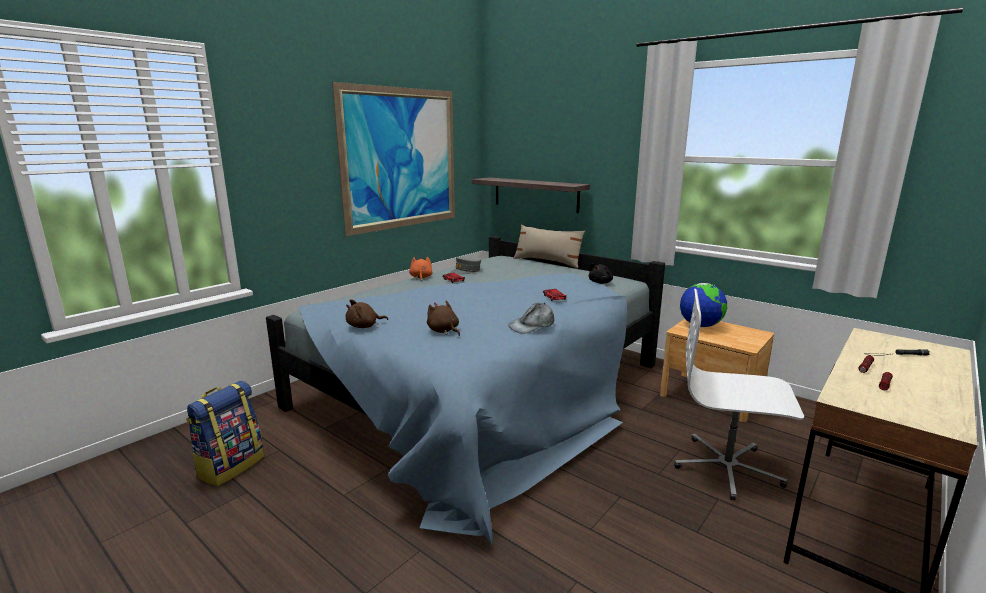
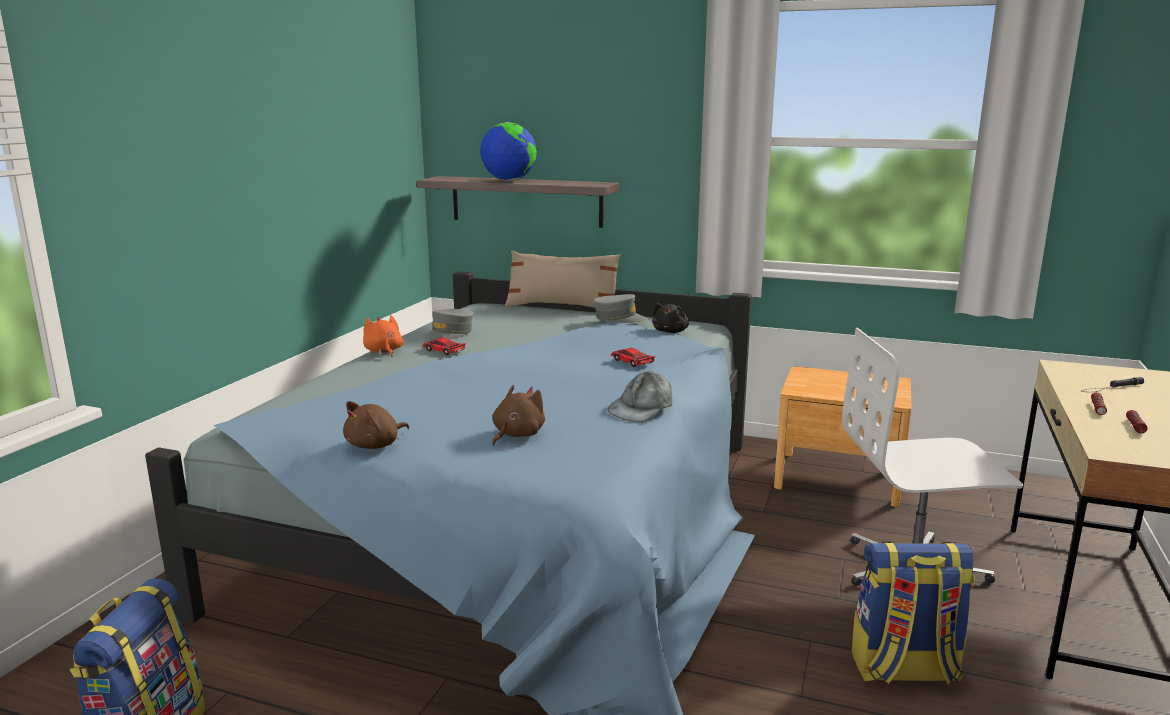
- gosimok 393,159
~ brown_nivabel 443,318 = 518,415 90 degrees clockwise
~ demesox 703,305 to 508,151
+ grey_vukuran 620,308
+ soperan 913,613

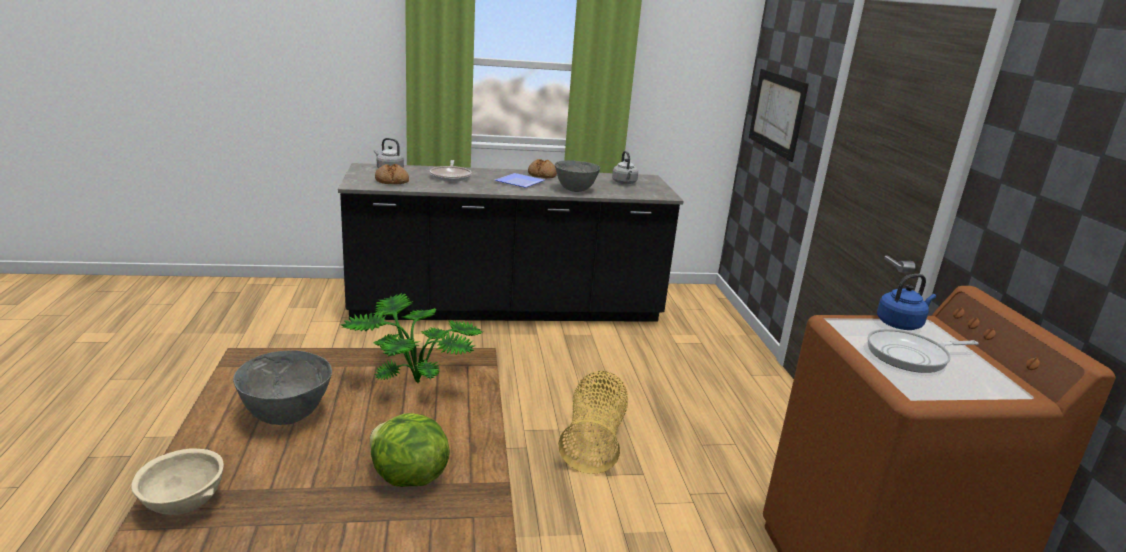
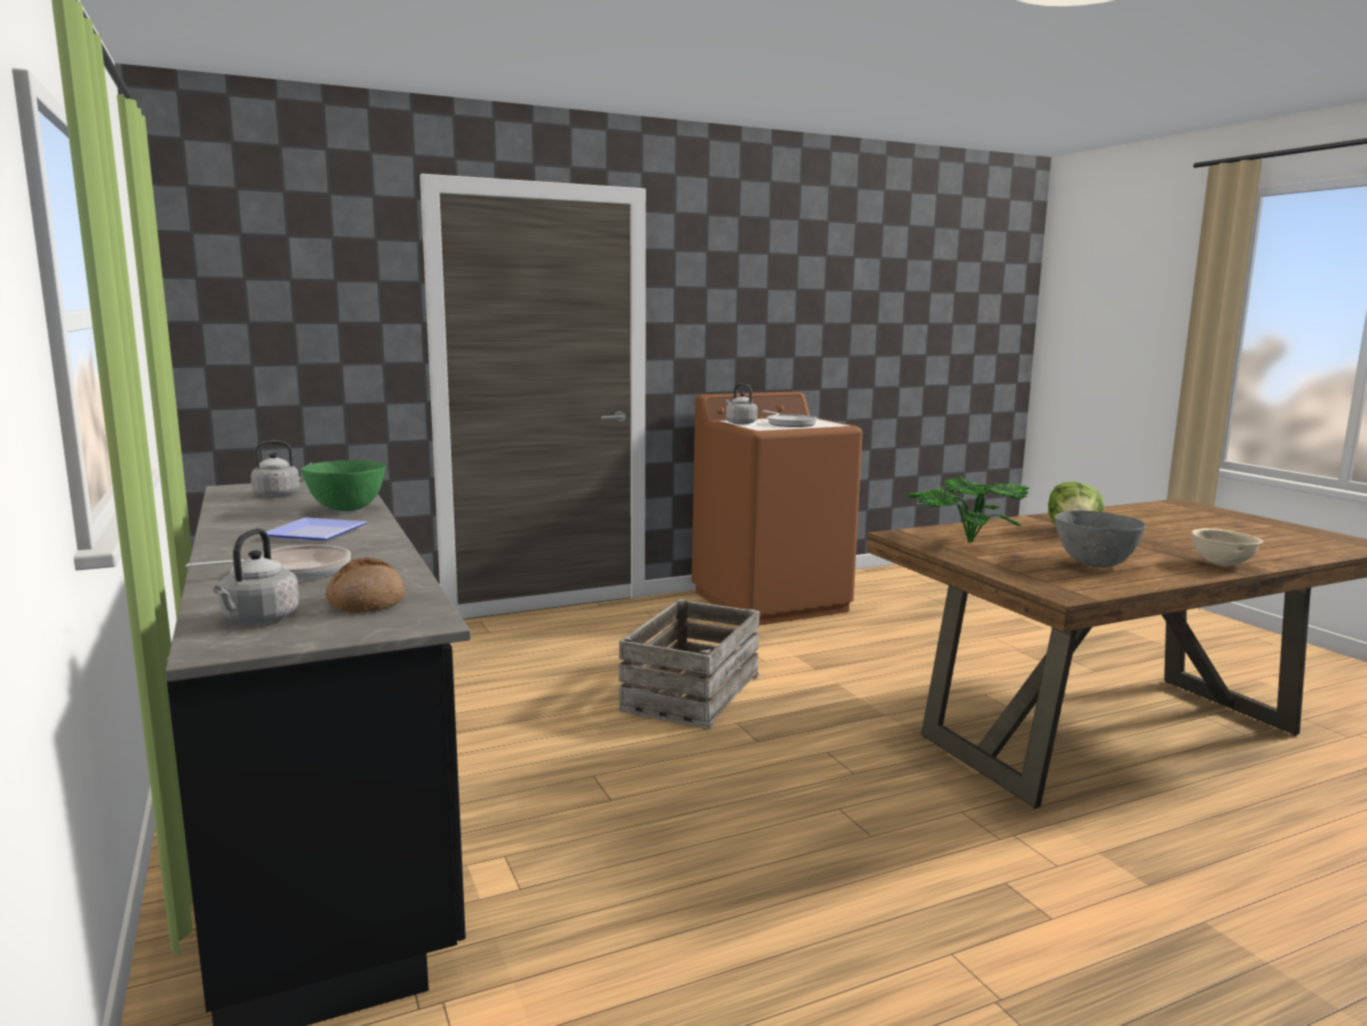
- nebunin 542,168
~ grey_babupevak 577,176 to green_babupevak 343,485
~ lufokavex 593,422 to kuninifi 689,664
- gosimok 779,115
~ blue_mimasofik 906,302 to grey_mimasofik 741,404

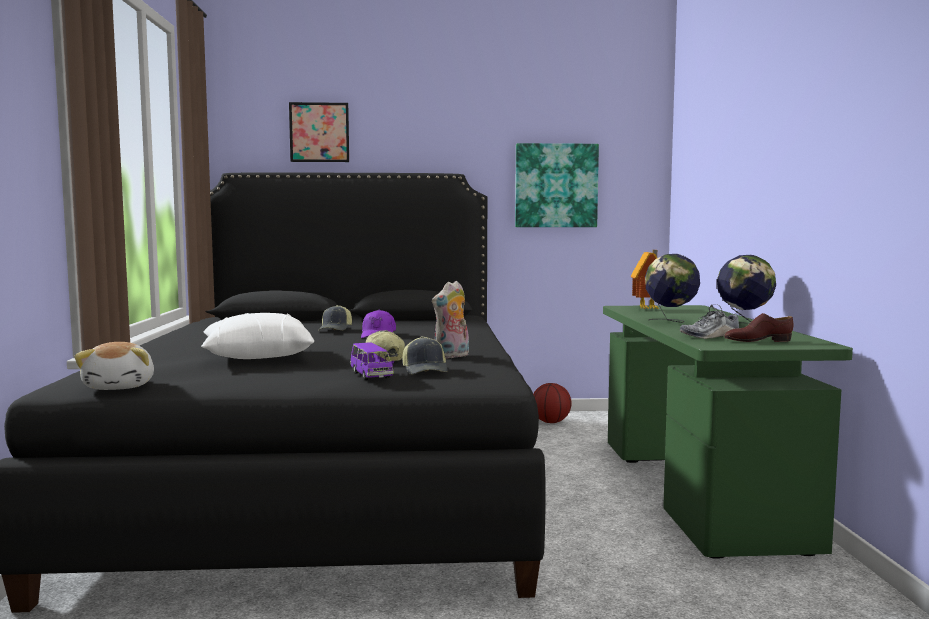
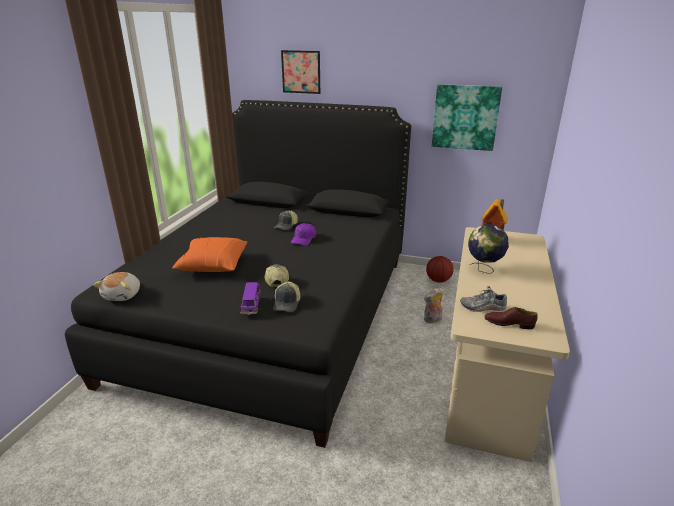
~ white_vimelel 257,336 to orange_vimelel 209,254
~ nivabel 450,320 to 433,305
~ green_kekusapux 728,432 to beige_kekusapux 507,344
- demesox 746,289

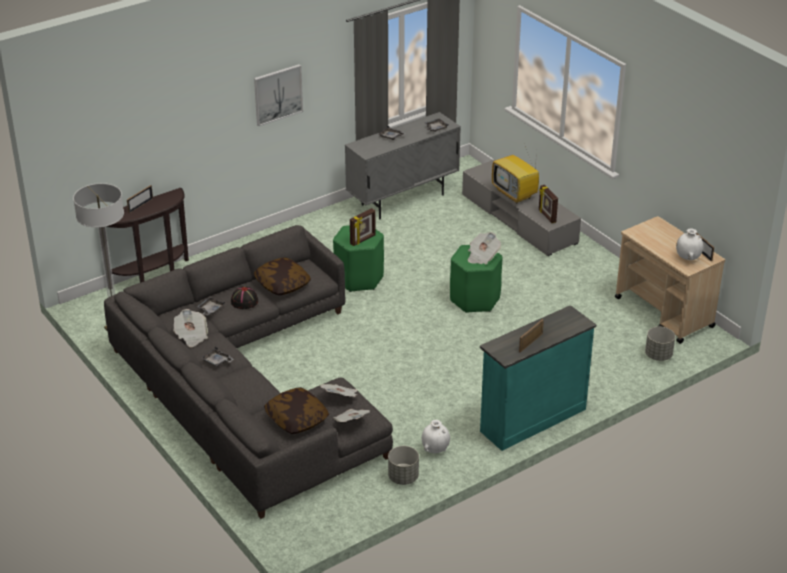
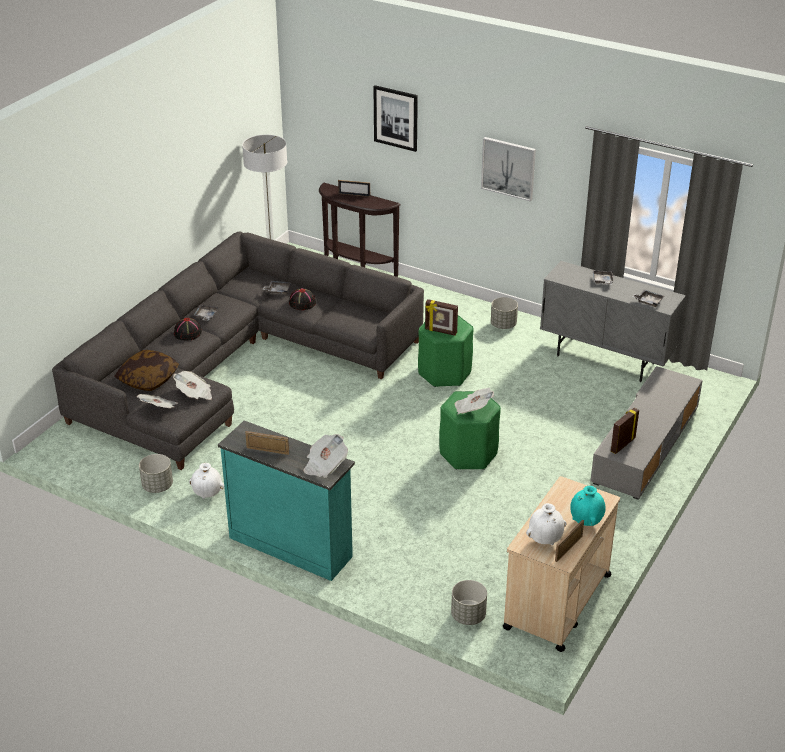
~ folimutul 190,328 to 325,456
- vimelel 282,276
- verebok 515,175
+ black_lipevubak 188,329
+ gosimok 395,118
+ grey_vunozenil 504,313
+ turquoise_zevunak 588,506

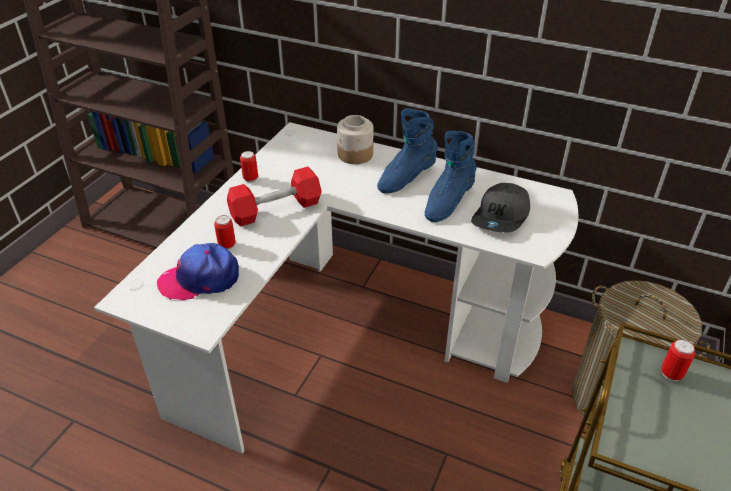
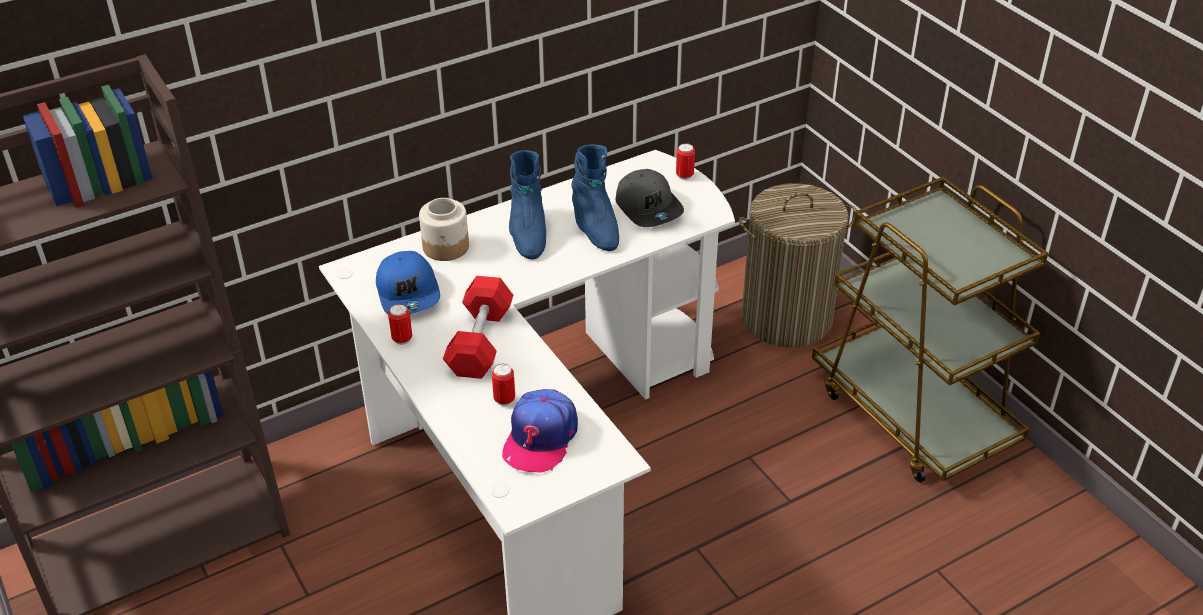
~ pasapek 678,360 to 685,161
+ blue_vukuran 408,282

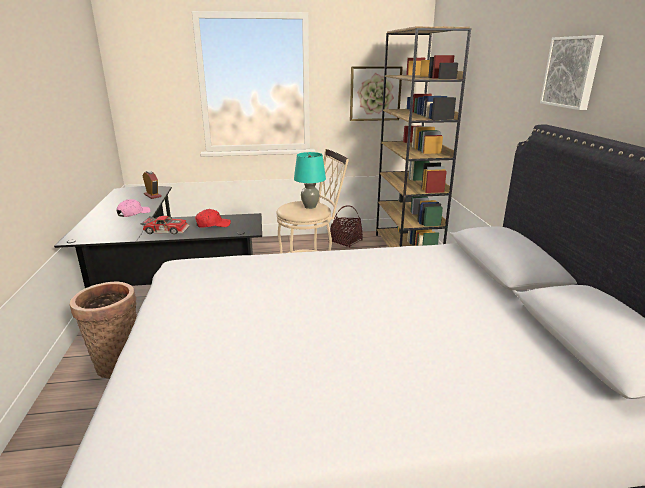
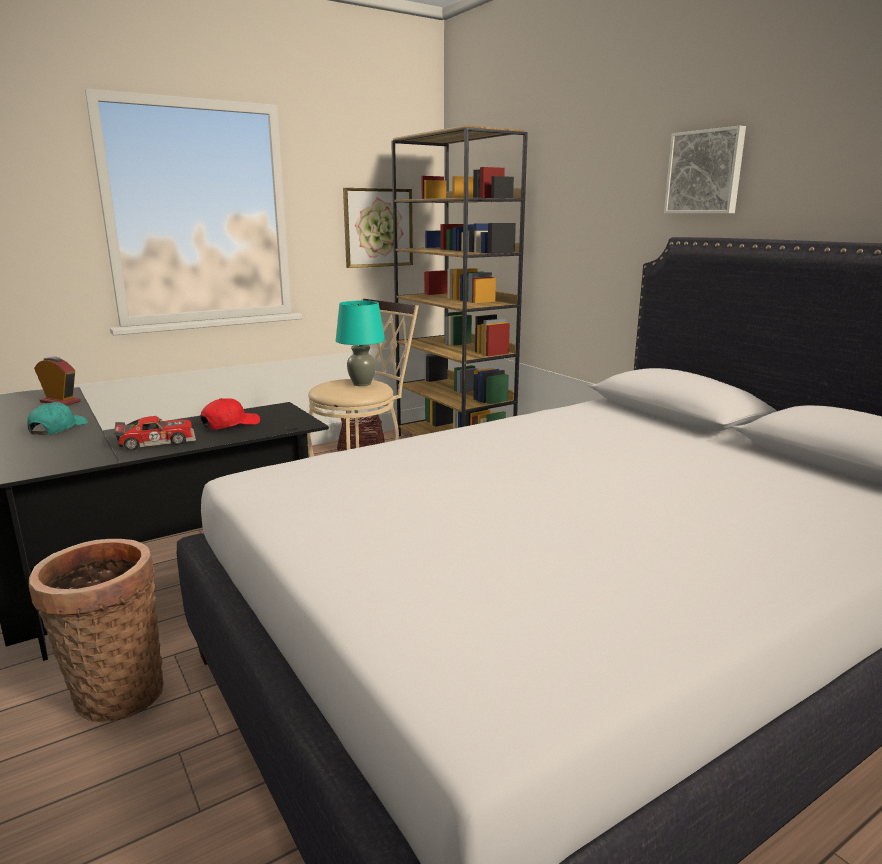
~ pink_vukuran 134,208 to turquoise_vukuran 57,418

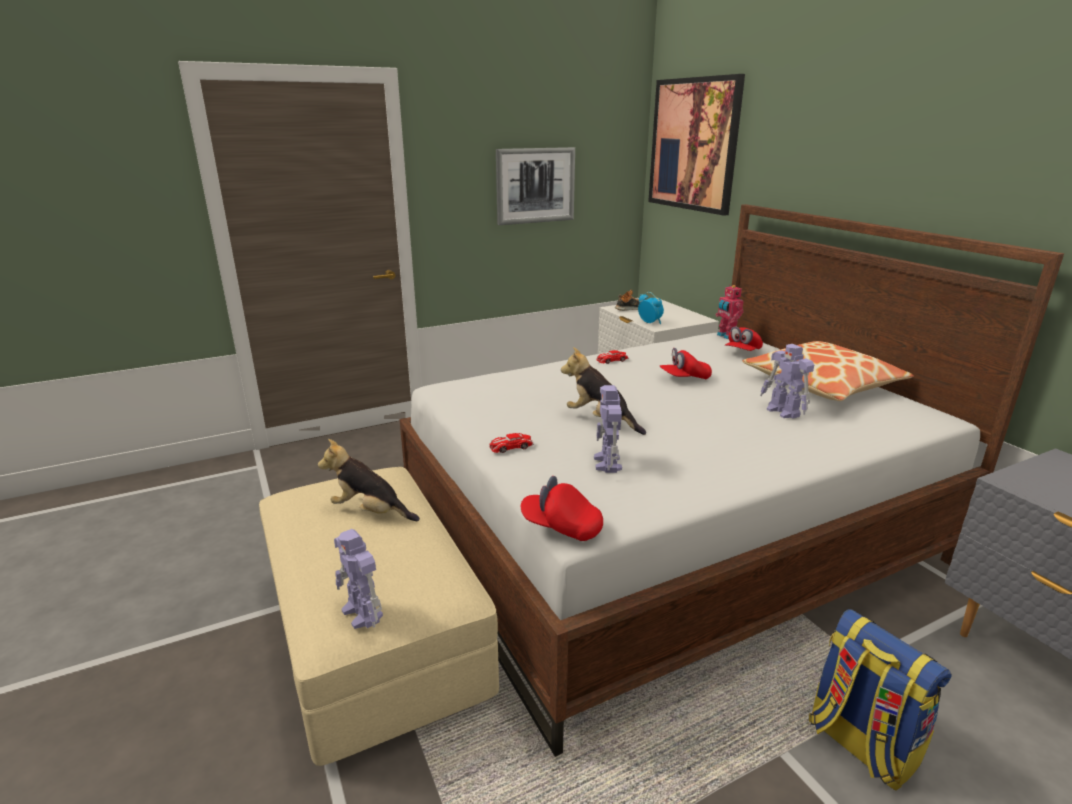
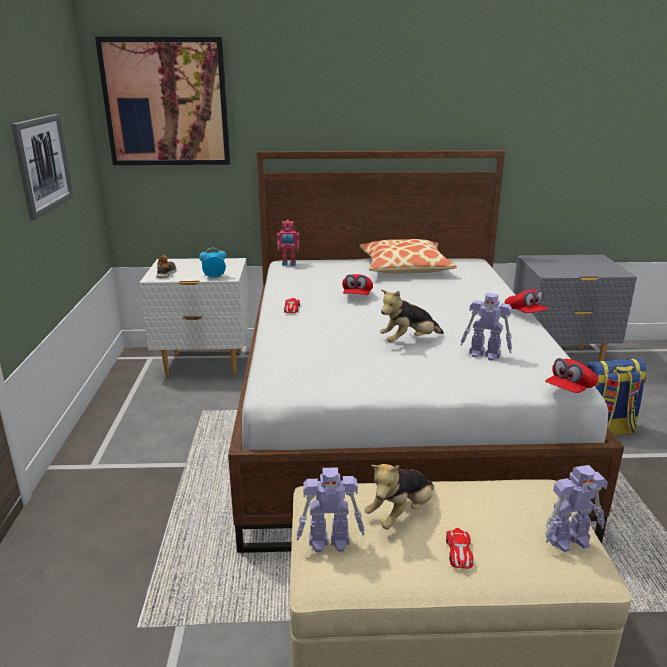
~ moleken 511,443 to 459,548
~ red_vukuran 744,338 to 527,301
~ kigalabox 787,381 to 331,509

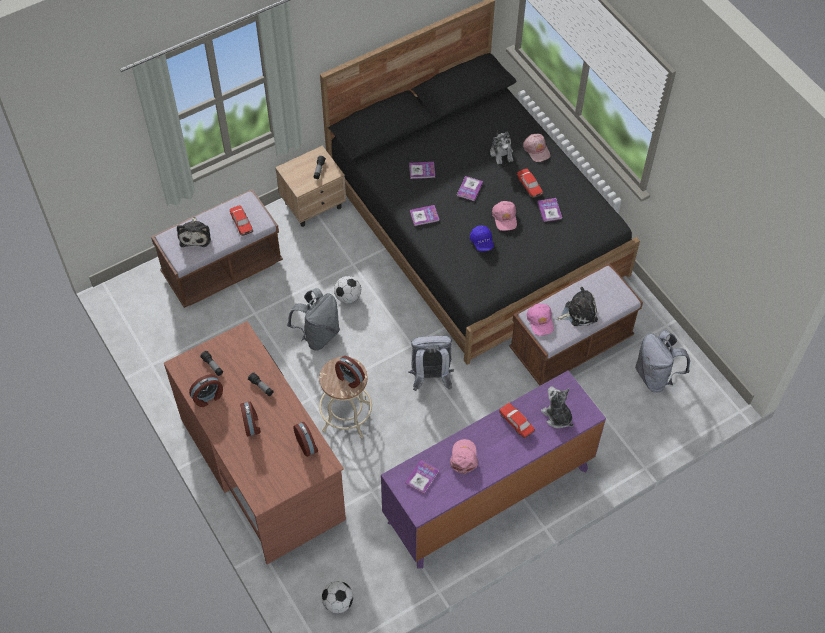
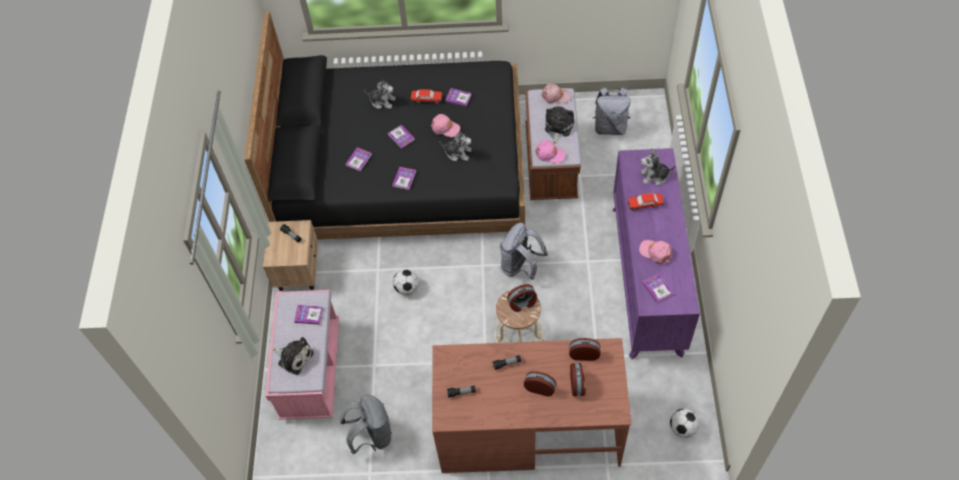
~ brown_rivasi 217,248 to pink_rivasi 302,355
~ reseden 206,390 to 578,379
~ moleken 241,220 to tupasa 308,315
~ grey_soperan 313,319 to 366,424
~ blue_vukuran 482,238 to nivabel 456,145
~ pink_vukuran 536,148 to 556,94

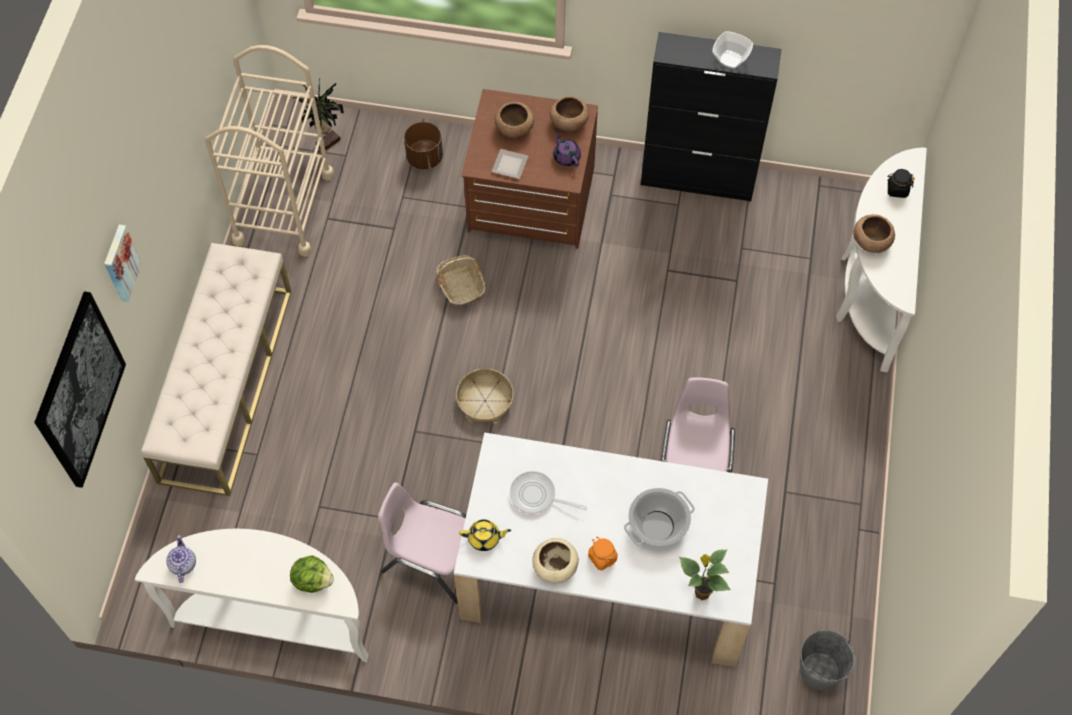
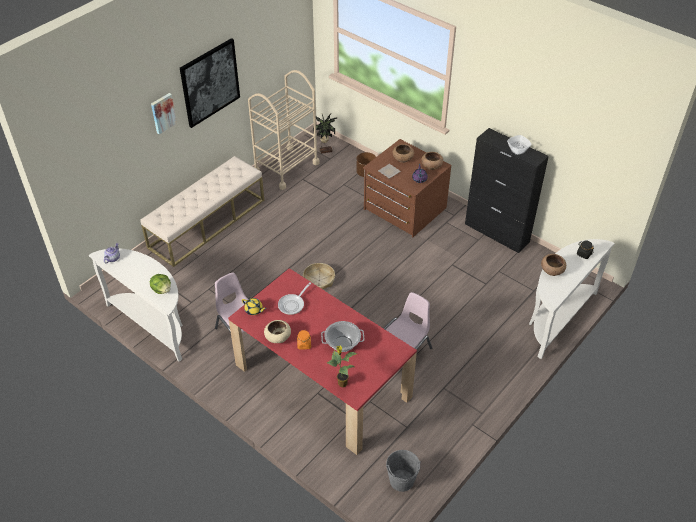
~ gosimok 80,389 to 210,83
- lufokavex 461,280
~ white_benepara 611,549 to red_benepara 322,361
~ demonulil 548,492 = 294,298 105 degrees counterclockwise

